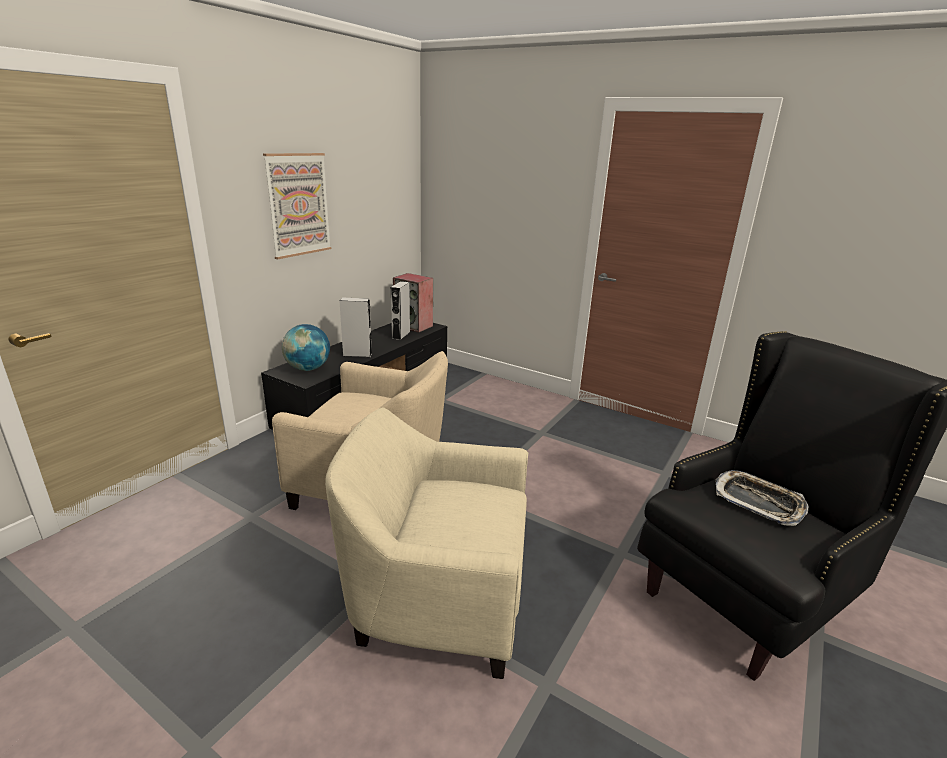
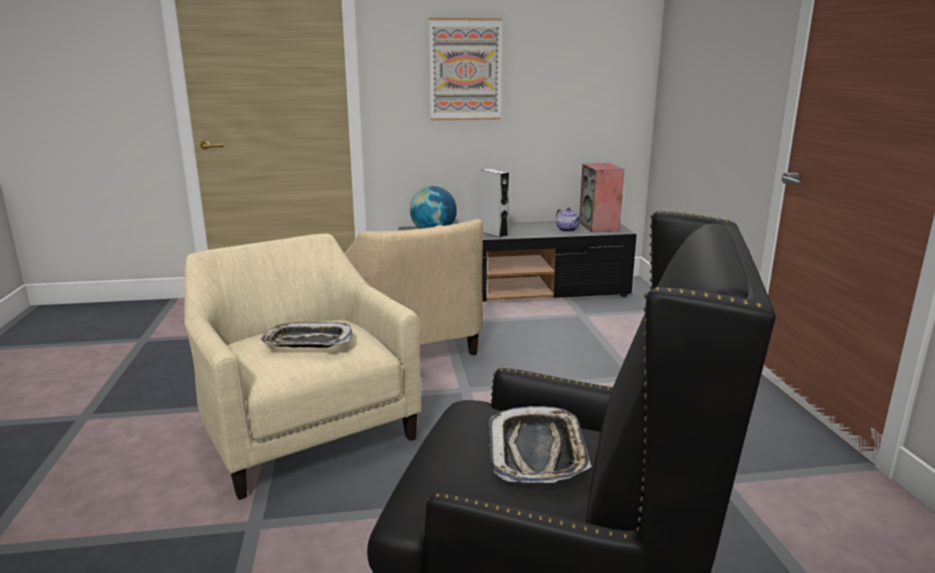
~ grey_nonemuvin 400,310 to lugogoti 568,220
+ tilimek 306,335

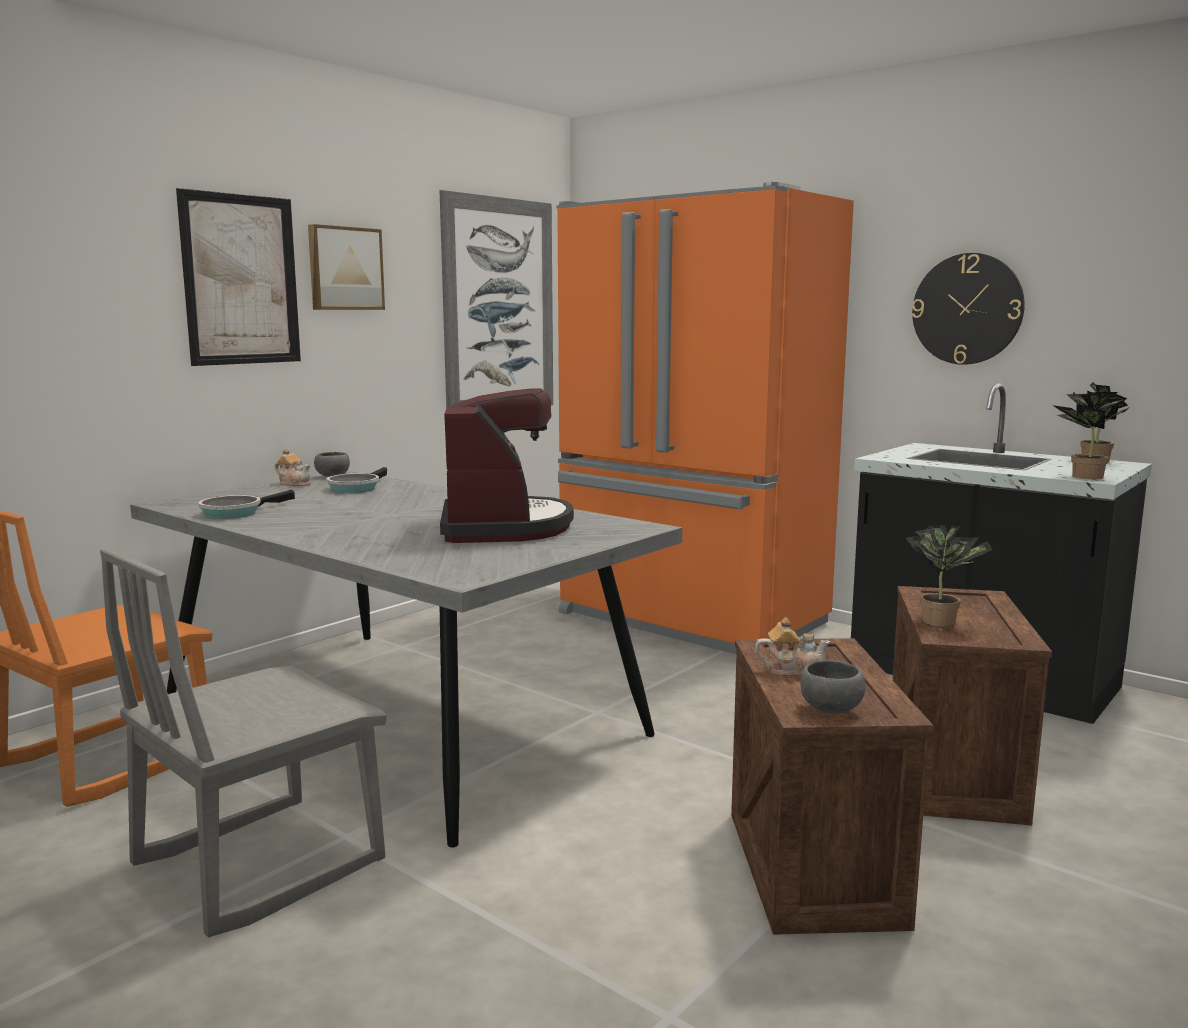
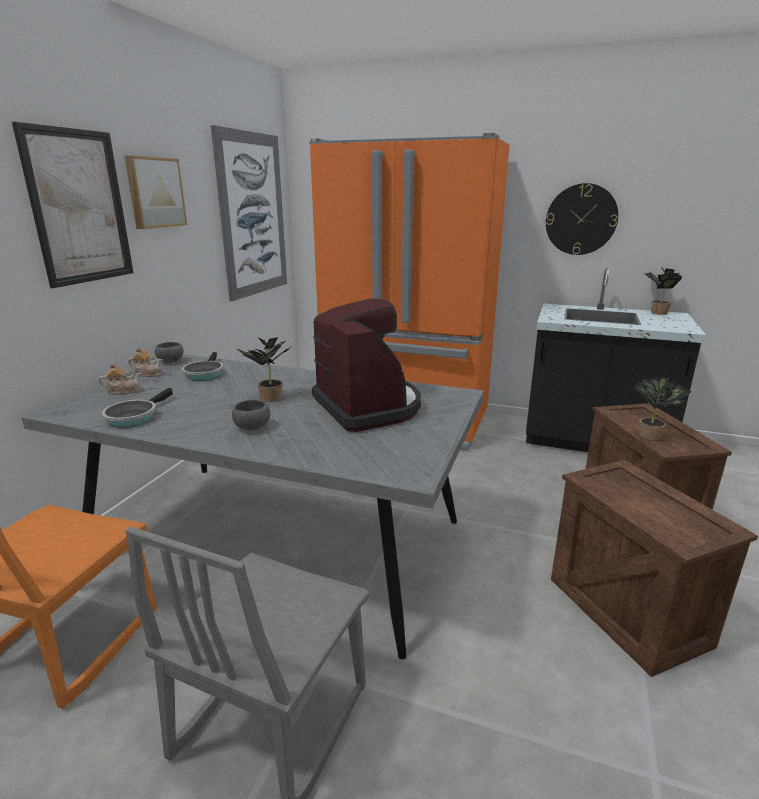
~ lugogoti 793,646 to 120,379
~ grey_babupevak 832,687 to 251,415
~ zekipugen 1090,435 to 265,369

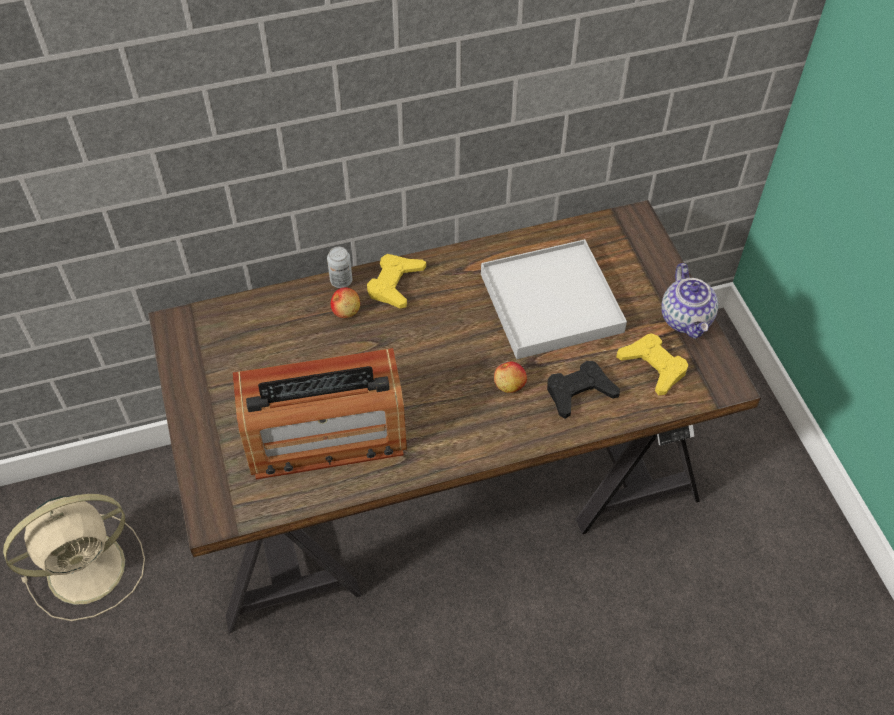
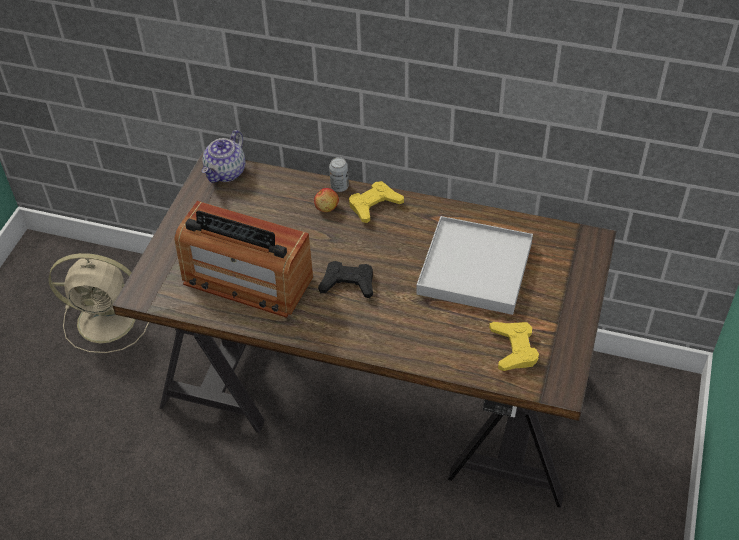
- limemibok 510,377
~ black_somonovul 583,390 to 345,279
~ lugogoti 689,301 to 223,156

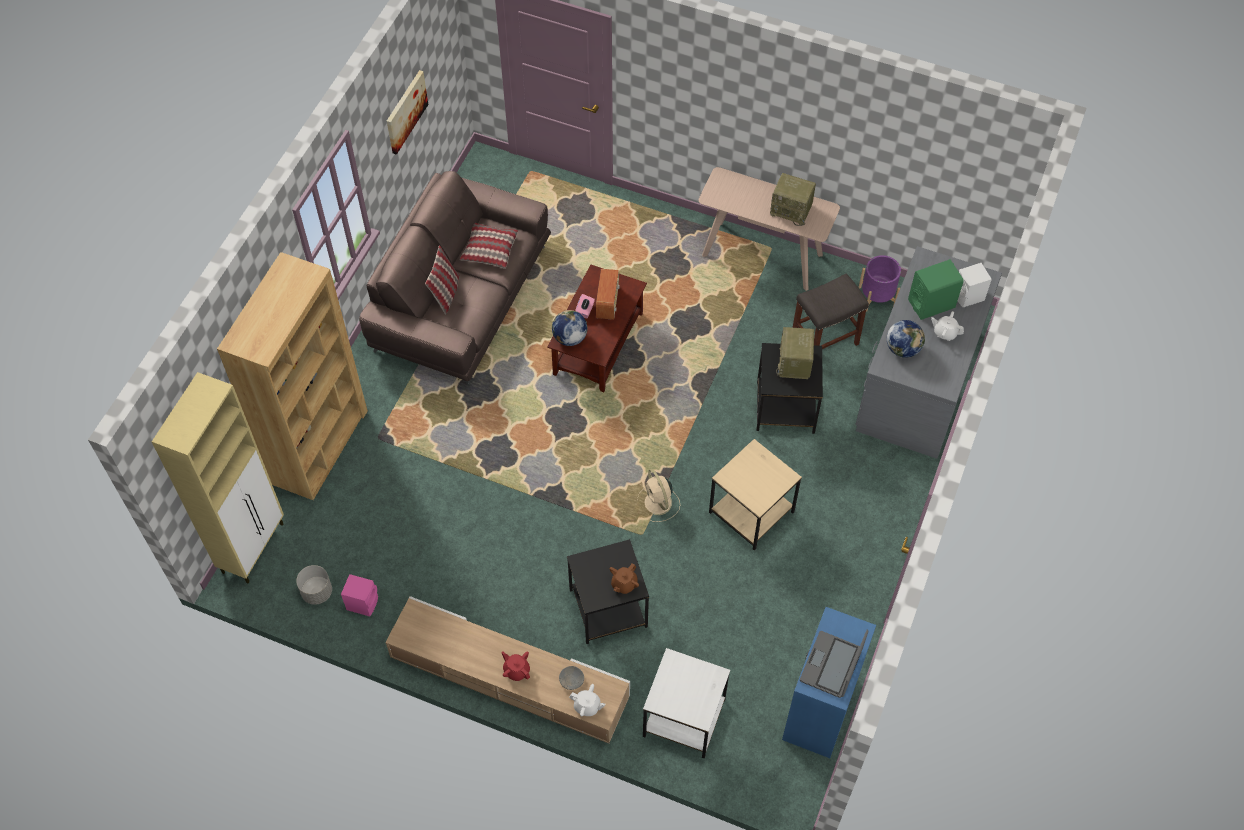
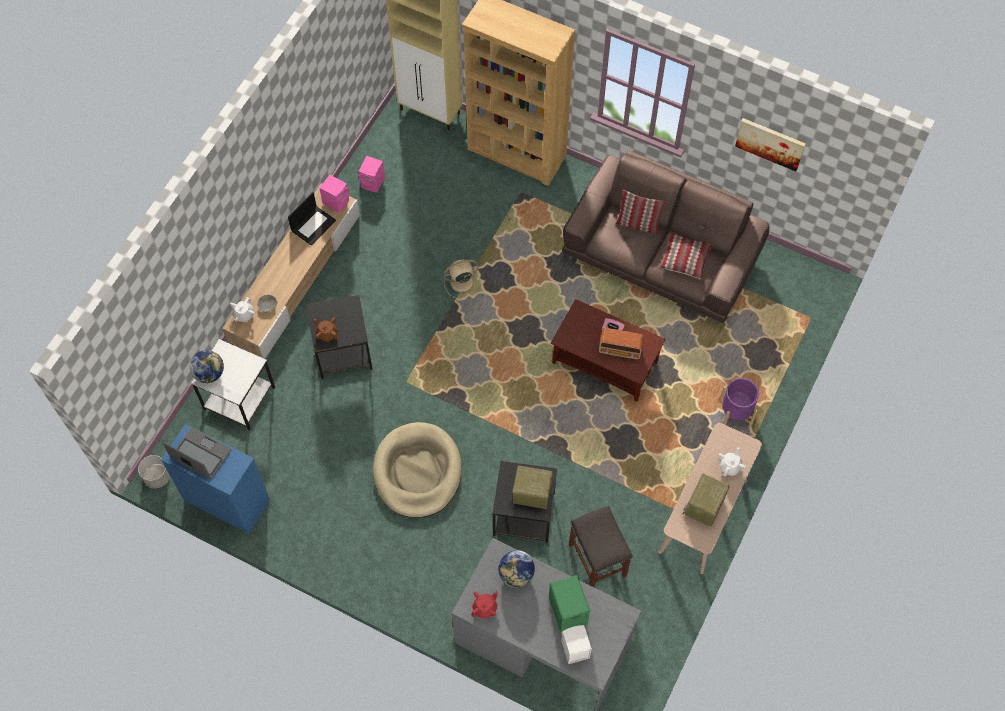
~ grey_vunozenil 314,585 to 154,471
~ red_lugogoti 516,666 to 484,604
~ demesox 569,328 to 207,366
~ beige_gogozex 658,495 to 462,278
~ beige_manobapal 755,495 to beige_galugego 417,470
~ purple_vunozenil 880,283 to 739,401
~ white_lugogoti 947,326 to 732,461
+ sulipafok 312,218
+ pink_nonemuvin 334,194

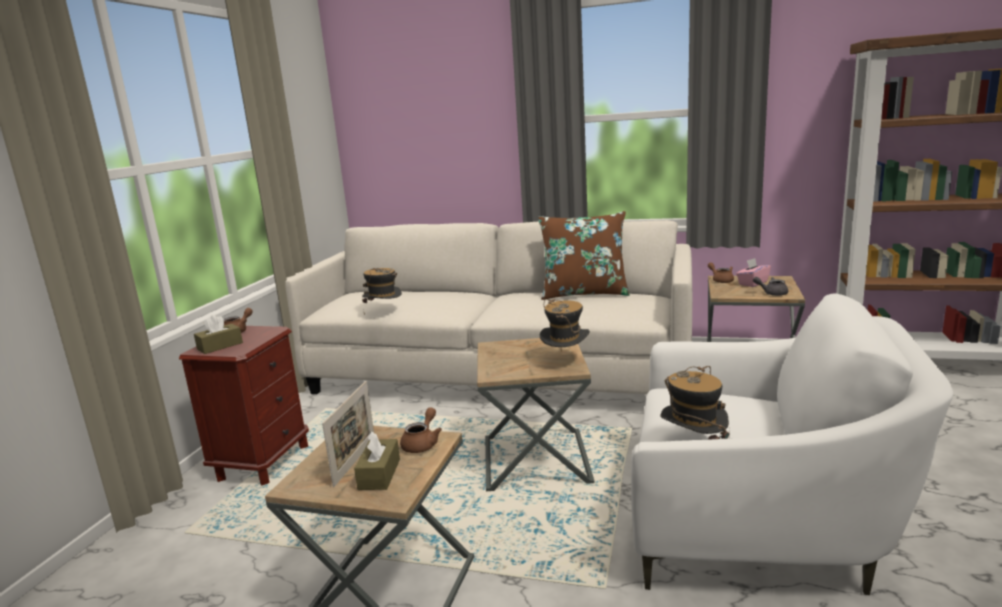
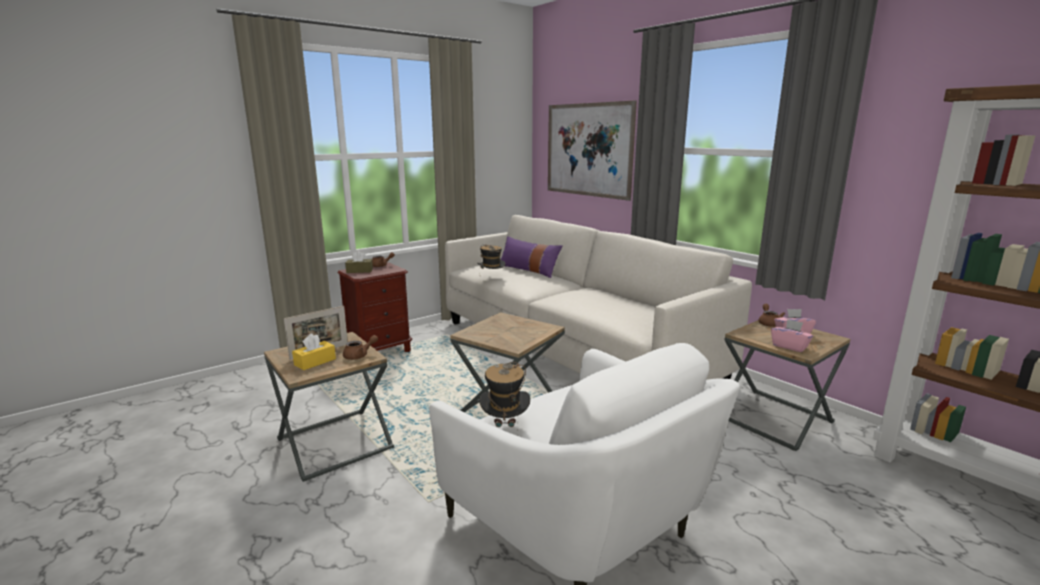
~ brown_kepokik 377,460 to yellow_kepokik 314,351
- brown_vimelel 584,255
- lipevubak 565,325
~ grey_lugogoti 770,286 to pink_kepokik 792,335
+ purple_vimelel 531,257
+ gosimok 592,150

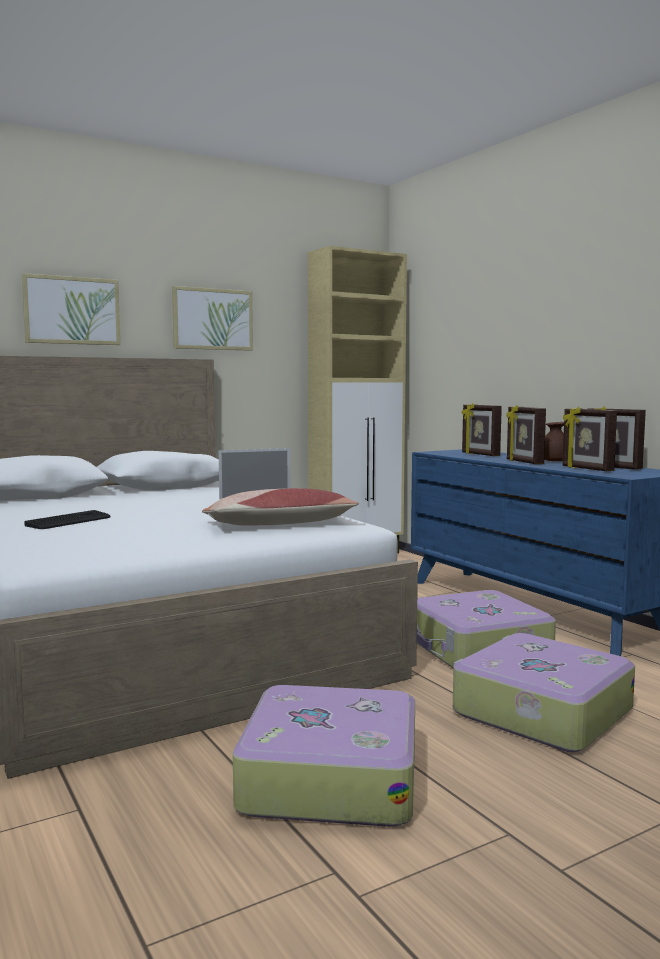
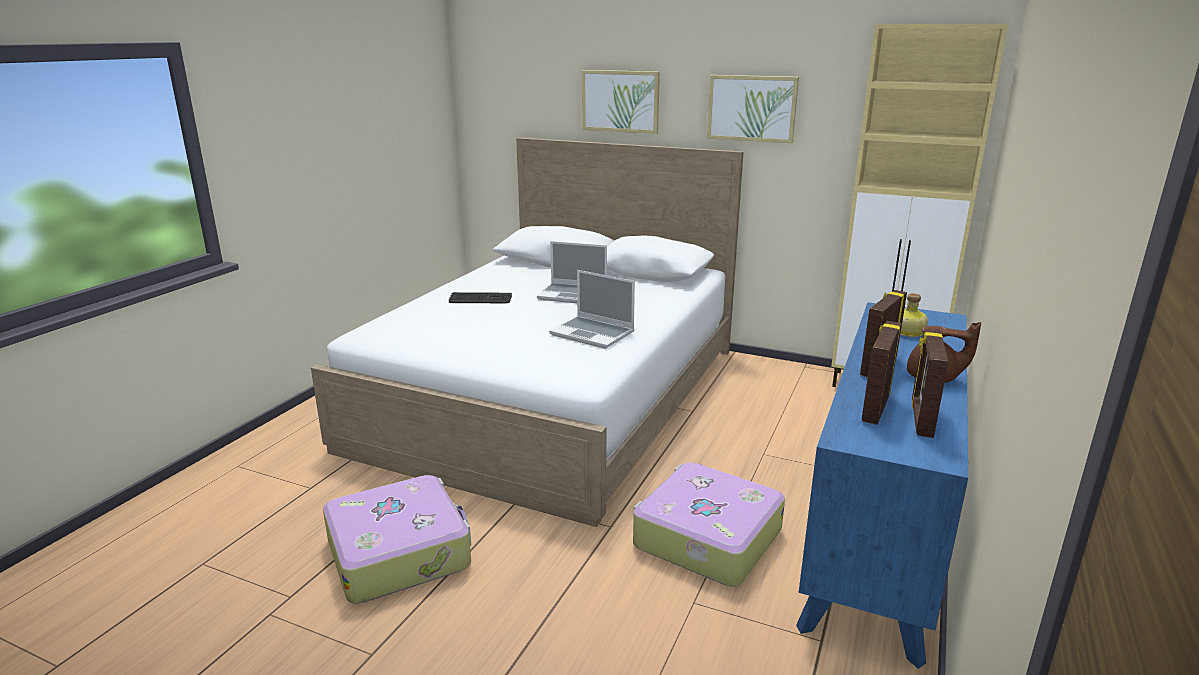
- vimelel 280,507
- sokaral 544,692
~ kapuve 482,429 to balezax 914,315
+ sulipafok 572,272

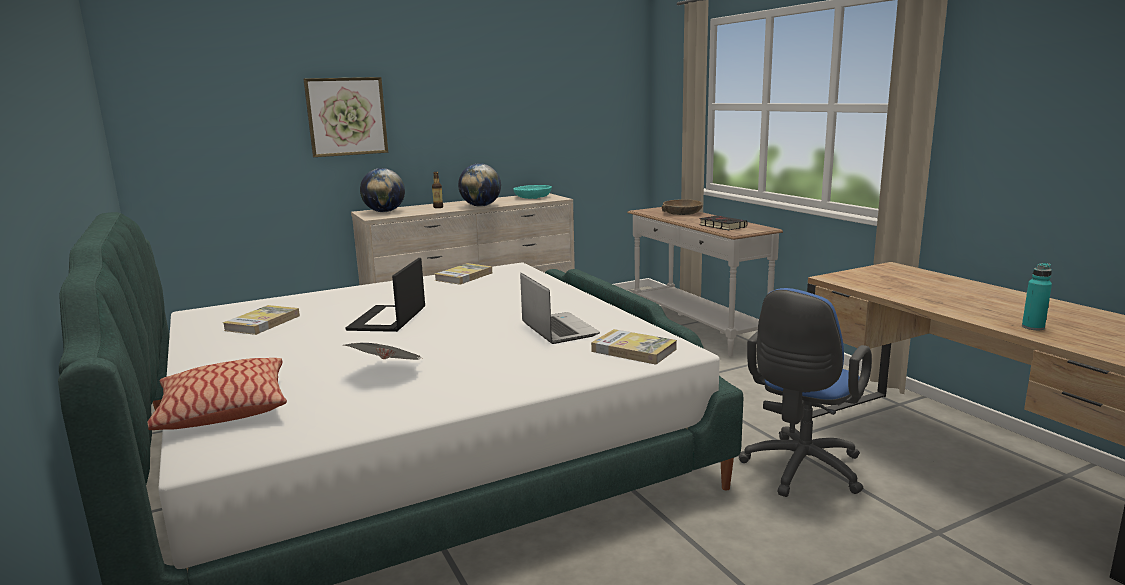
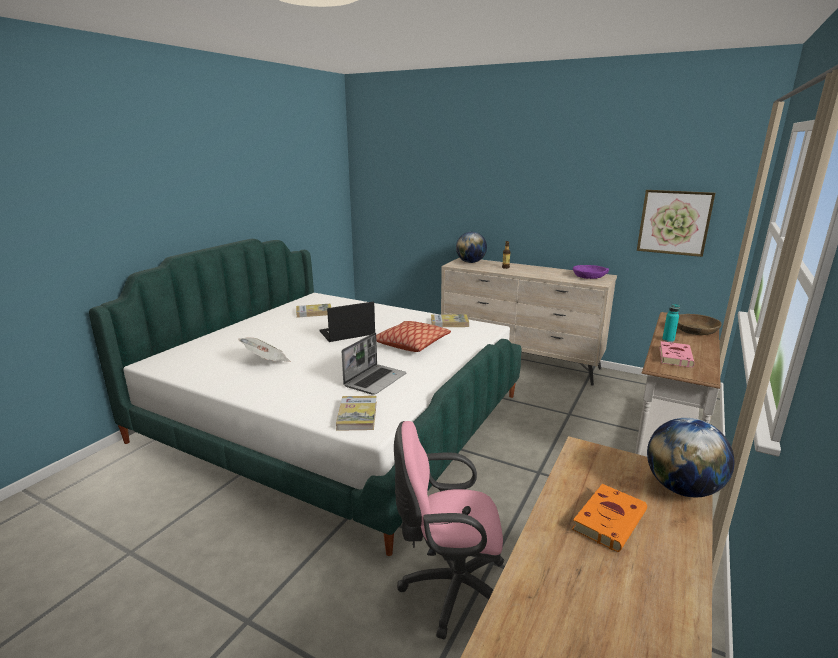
~ vimelel 217,394 to 413,336
~ gosimok 345,117 to 676,223
~ demesox 479,185 to 691,457
~ turquoise_babupevak 532,192 to purple_babupevak 591,272
~ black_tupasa 723,223 to pink_tupasa 677,354
~ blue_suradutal 805,392 to pink_suradutal 449,530
~ turquoise_balezax 1037,296 to 671,323
+ orange_tupasa 609,518

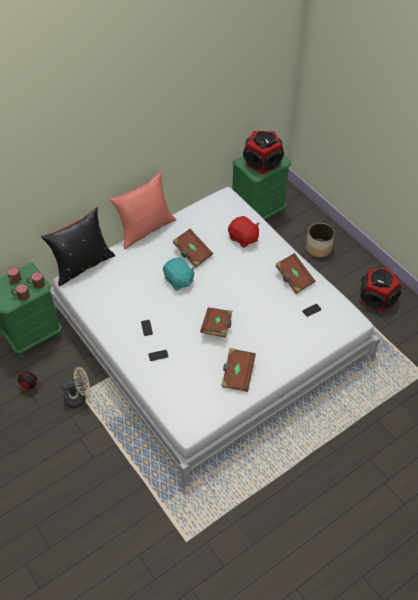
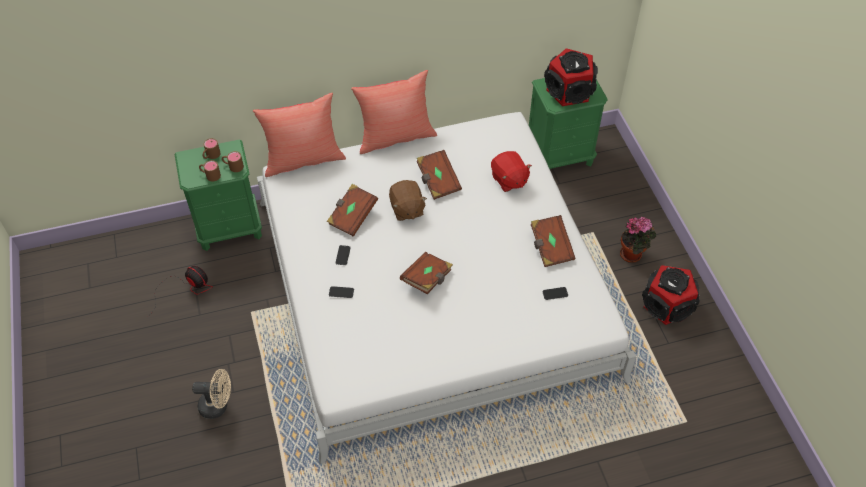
~ black_vimelel 78,246 to red_vimelel 299,135
~ beige_gogozex 75,387 to 211,394
~ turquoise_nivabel 179,273 to brown_nivabel 408,200
~ brown_tupasa 238,370 to 352,210
- vunozenil 320,240
+ zekipugen 638,239

